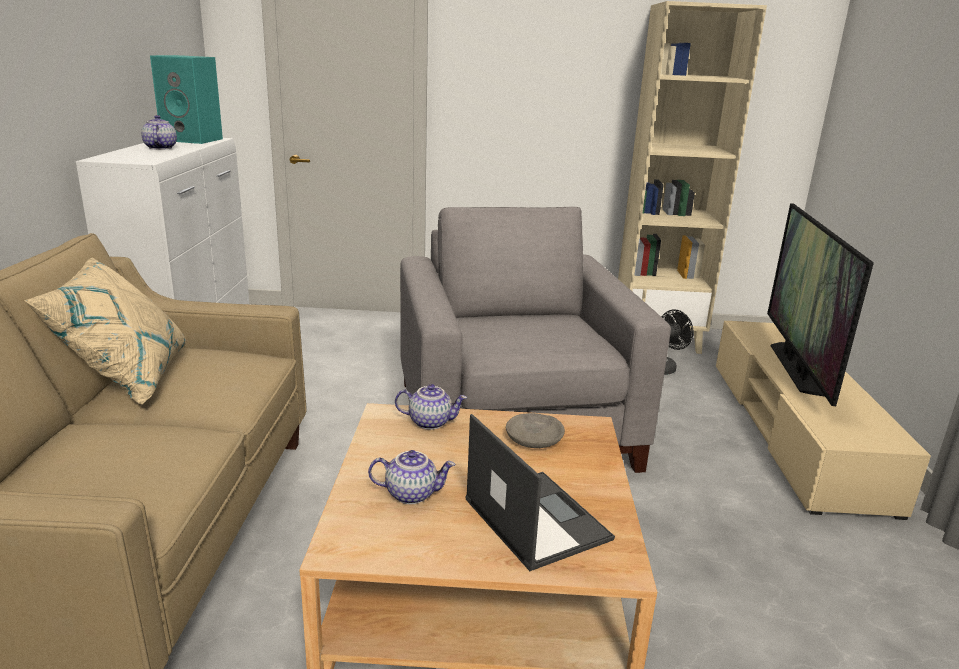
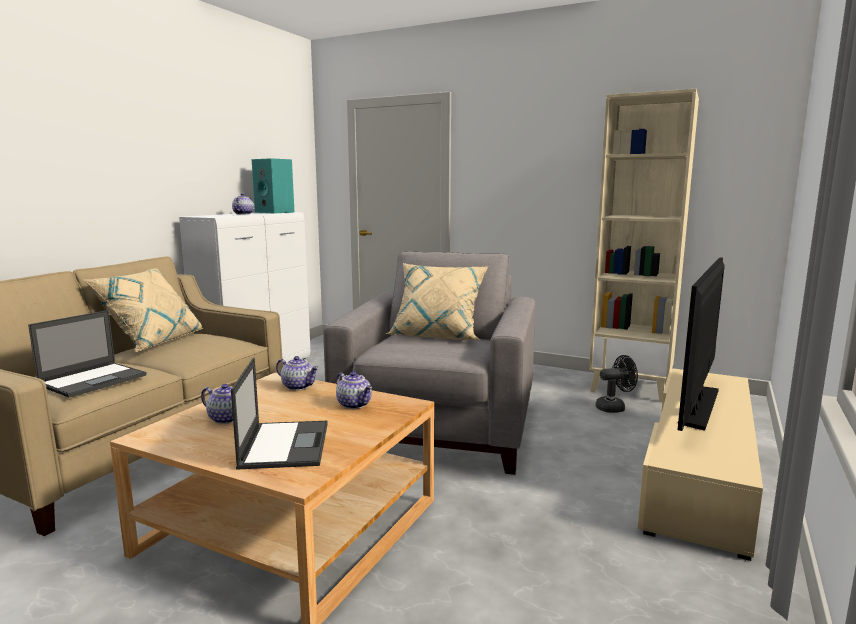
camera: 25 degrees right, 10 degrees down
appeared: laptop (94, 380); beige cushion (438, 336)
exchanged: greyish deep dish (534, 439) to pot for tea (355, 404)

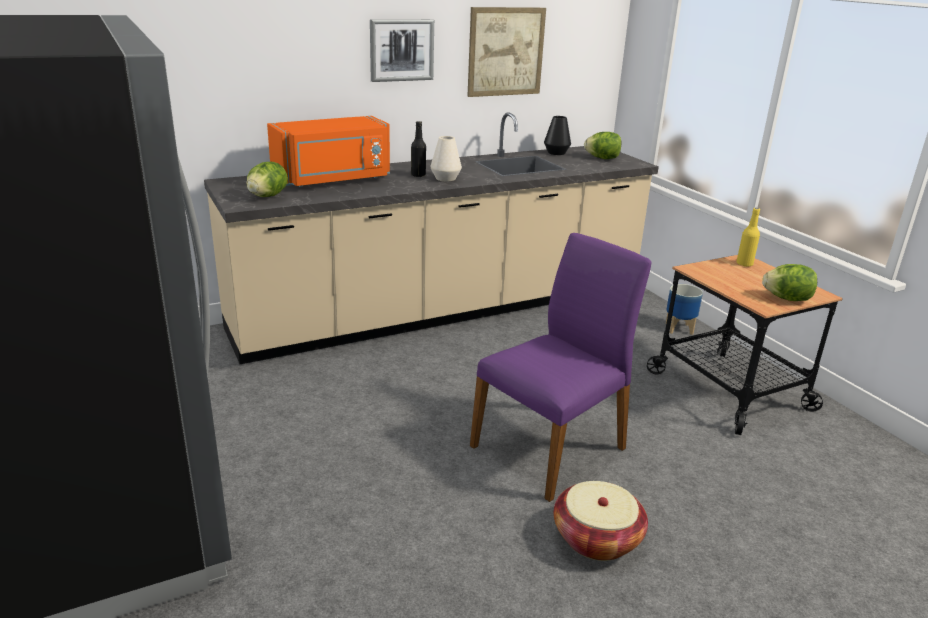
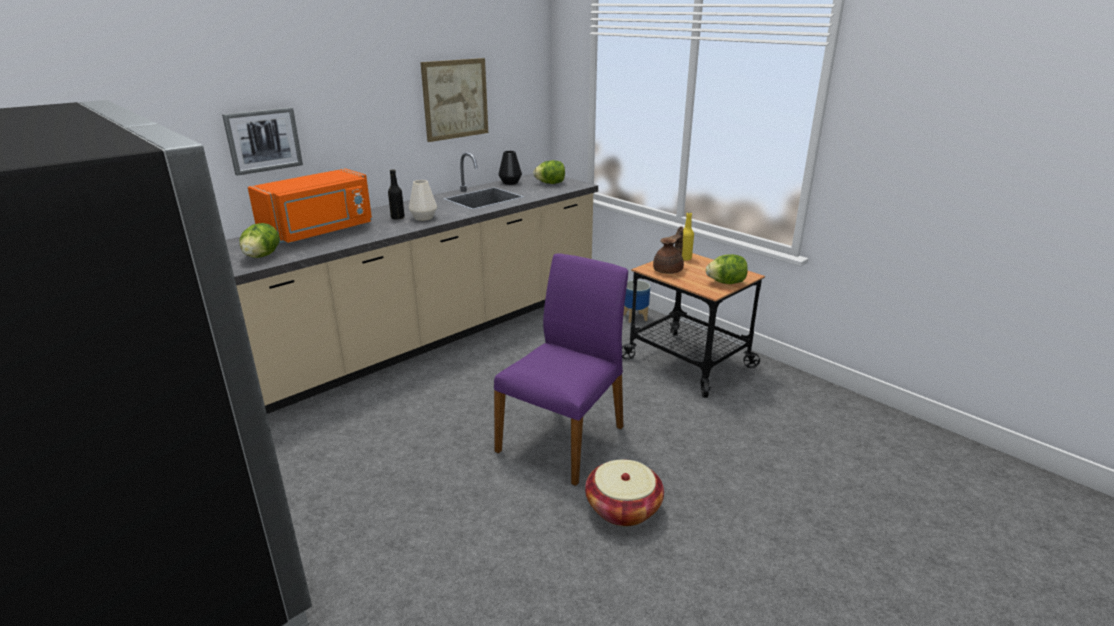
camera: 15 degrees left, 0 degrees up
appeared: brown pot for tea (669, 270)
relocated: wall picture (401, 50) to (263, 140)

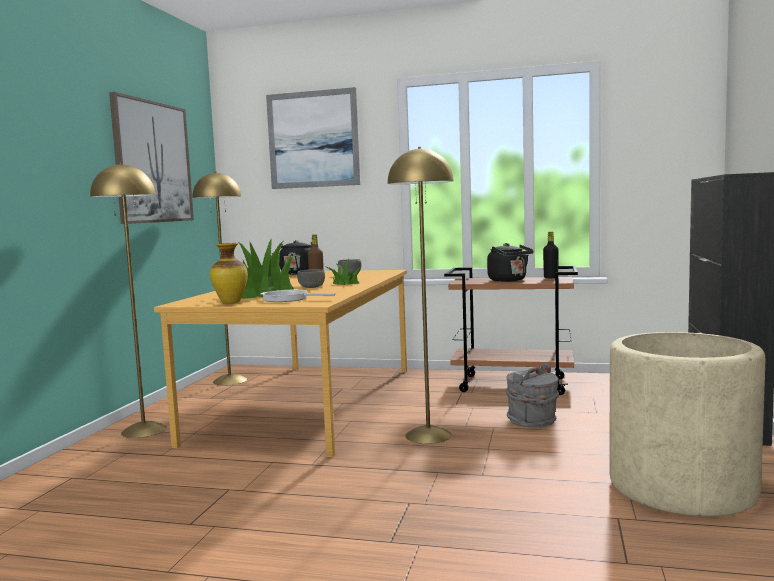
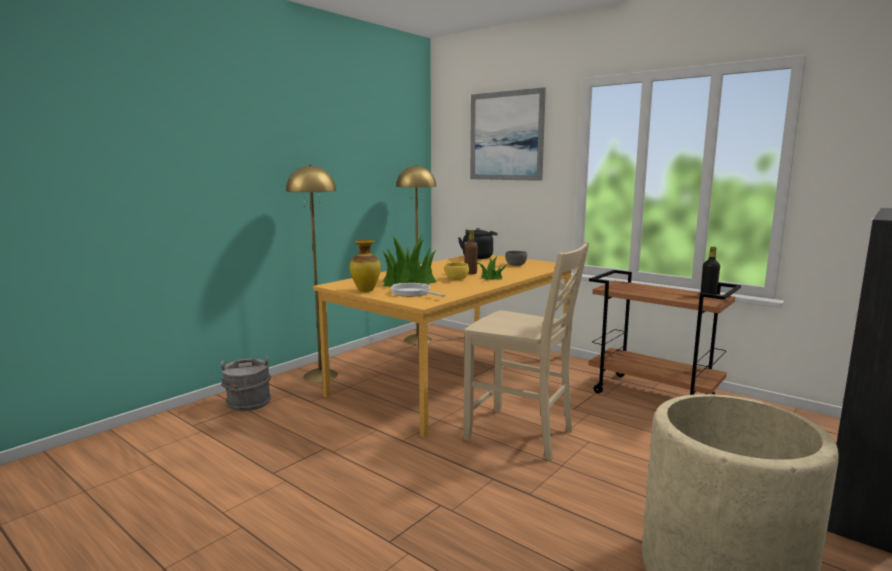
camera: 25 degrees right, 5 degrees up
missing: wall picture (153, 162); black tea kettle (509, 280)
relocated: greyish water bucket (532, 421) to (248, 403)
exchanged: yellowish floor lamp (428, 435) to beige plain chair (521, 435)
colour: greyish deep dish (312, 287) to yellowish deep dish (457, 279)

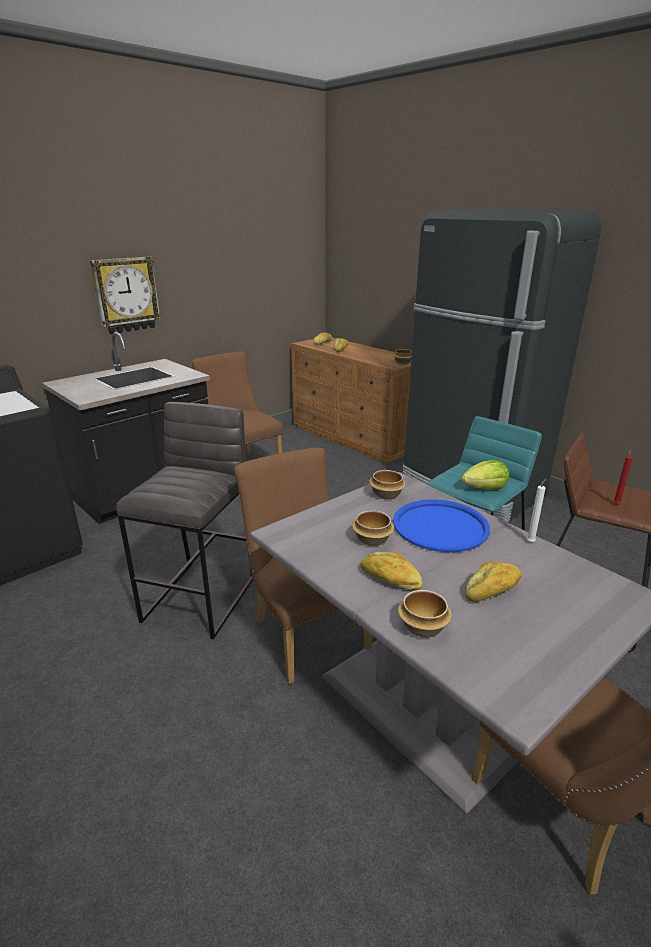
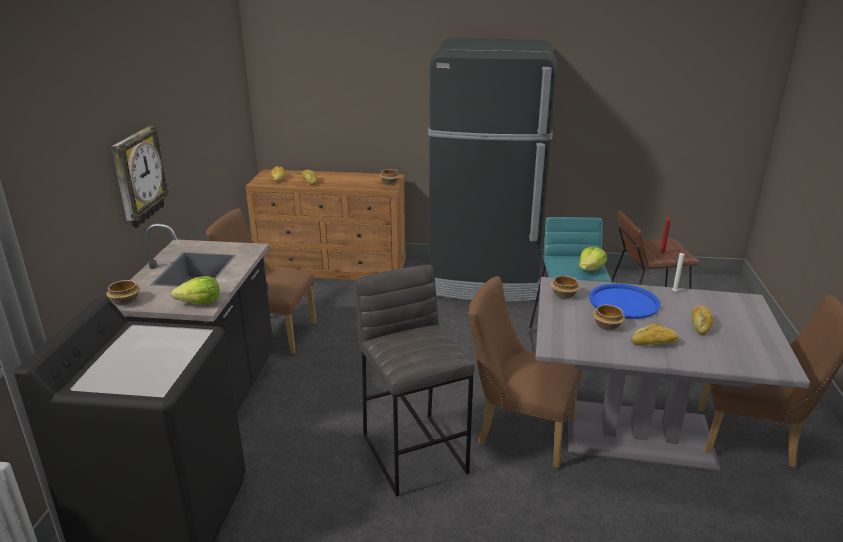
camera: 40 degrees left, 0 degrees up
appeared: head of lettuce (200, 302)
relocated: deep dish (422, 627) to (125, 302)

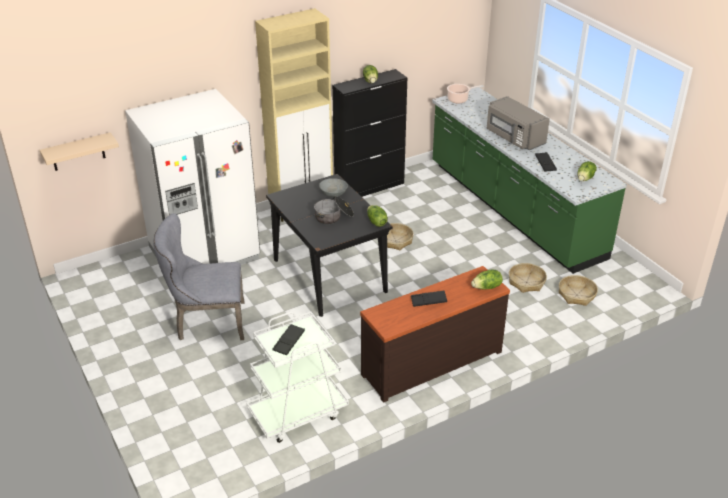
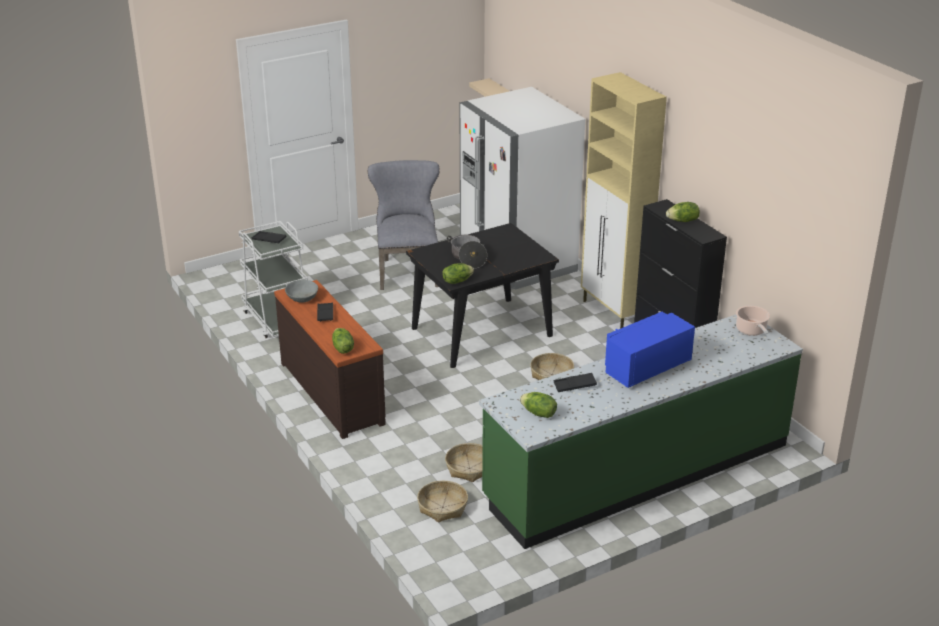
camera: 90 degrees right, 5 degrees down
relocated: greyish deep dish (333, 194) to (302, 298)
colour: greyish microwave oven (514, 137) to blue microwave oven (645, 367)

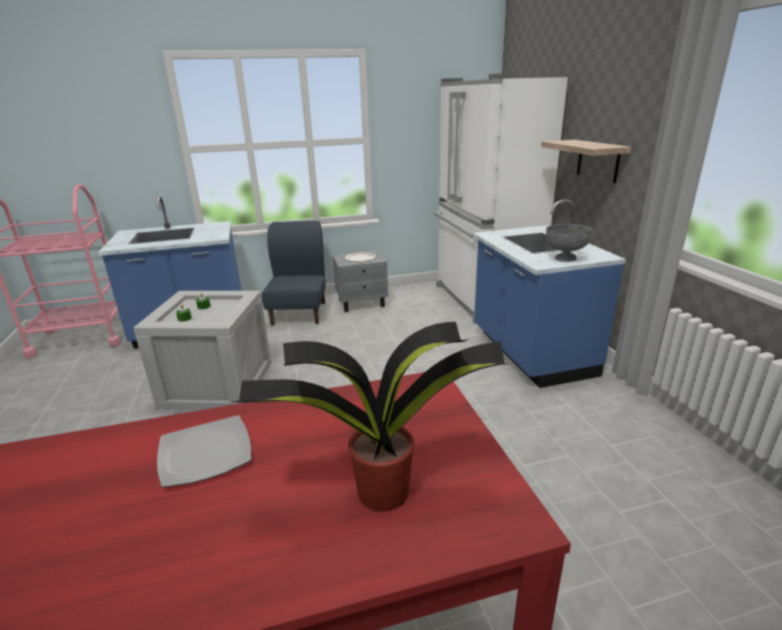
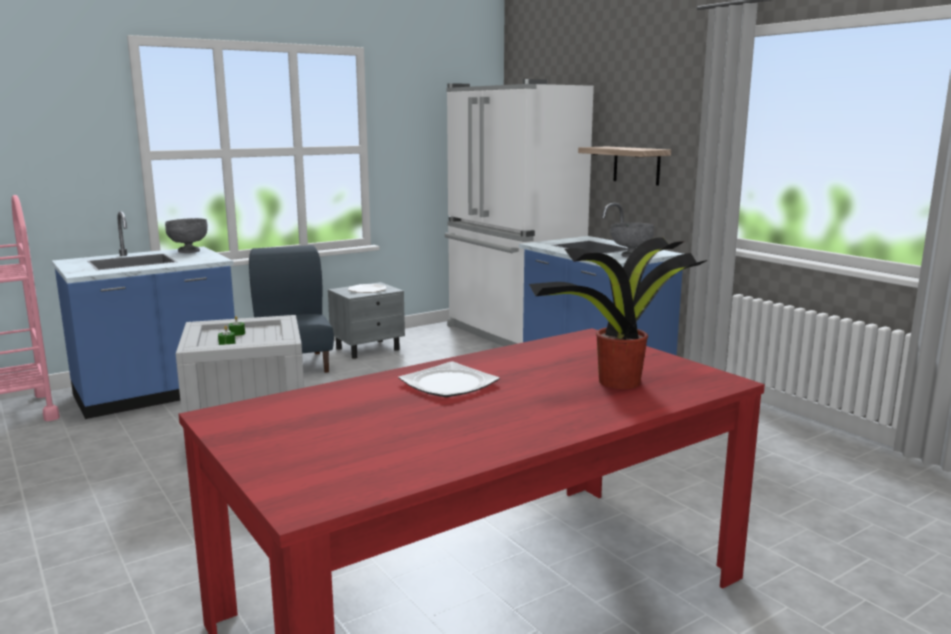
camera: 20 degrees left, 10 degrees down
appeared: greyish deep dish (188, 251)

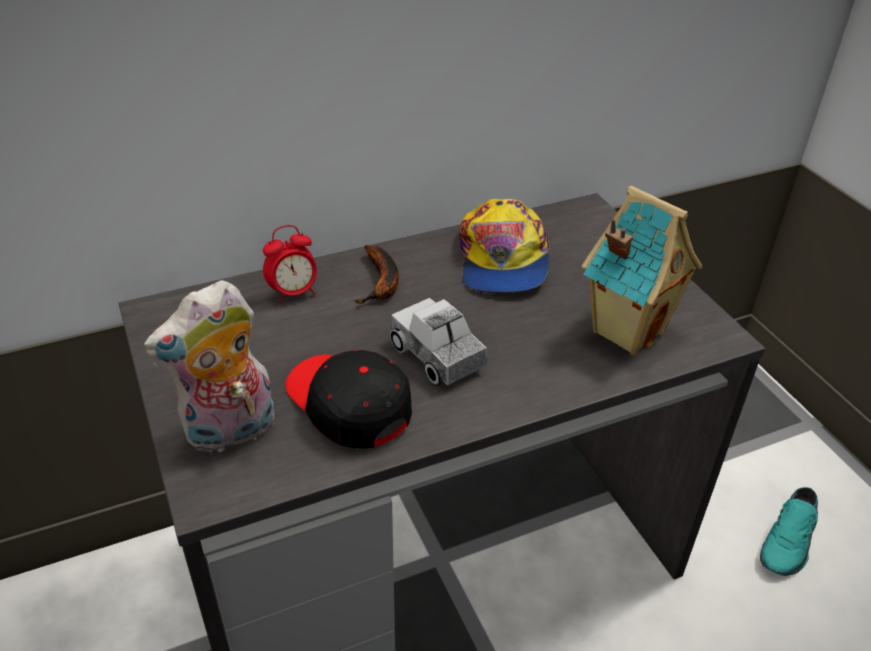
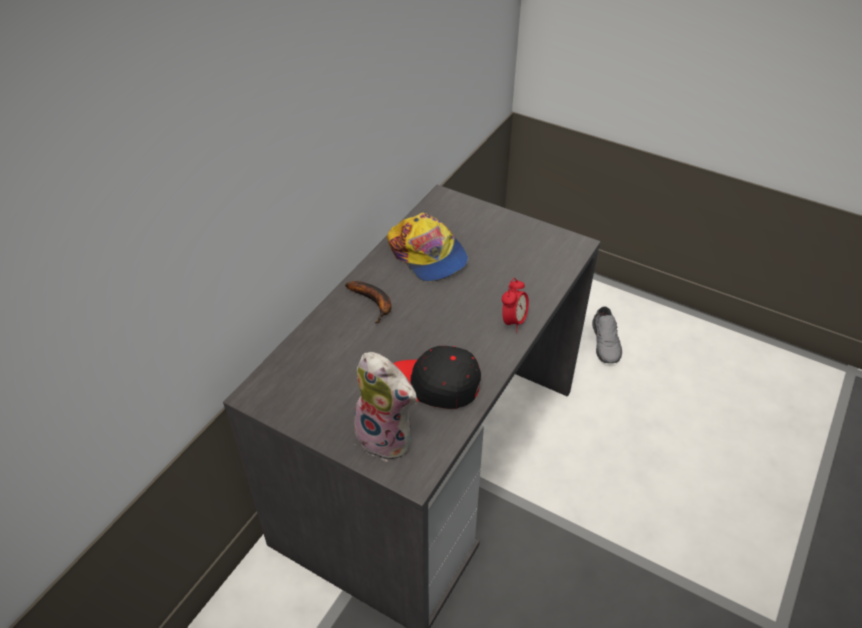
camera: 35 degrees left, 5 degrees up
missing: model truck (437, 356); model house (626, 331)
relocated: table clock (293, 293) to (513, 321)
colour: blue-green item of footwear (789, 542) to greyish item of footwear (606, 342)
spun: soft toy (230, 432) = (388, 437) 75 degrees counterclockwise

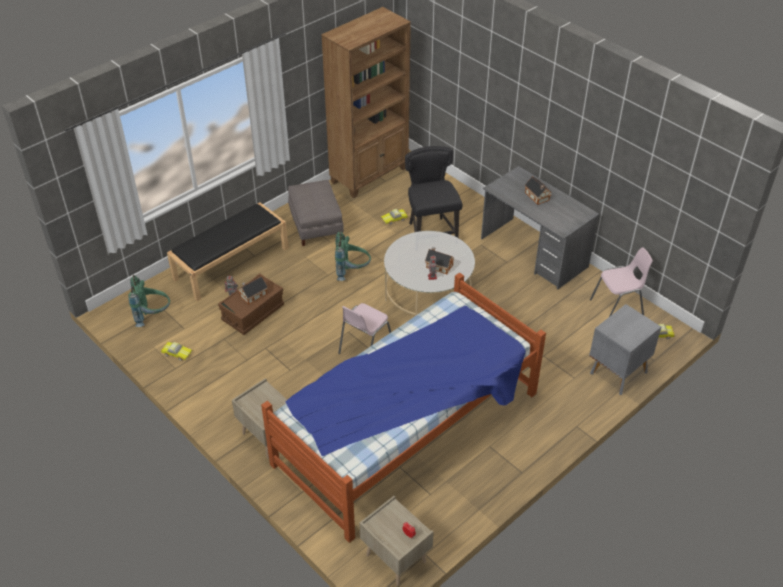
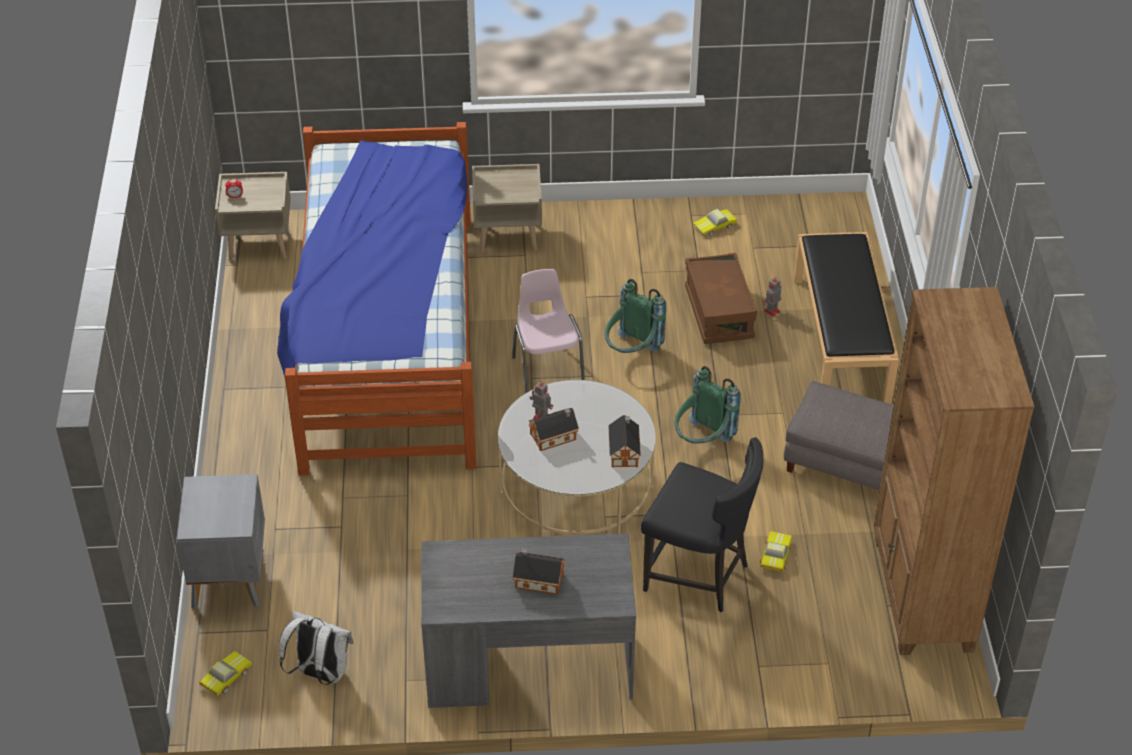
camera: 130 degrees right, 0 degrees up
relocated: greenish knapsack (153, 316) to (631, 353); model house (252, 295) to (624, 451)
exchanged: pink plain chair (617, 307) to white knapsack (320, 673)

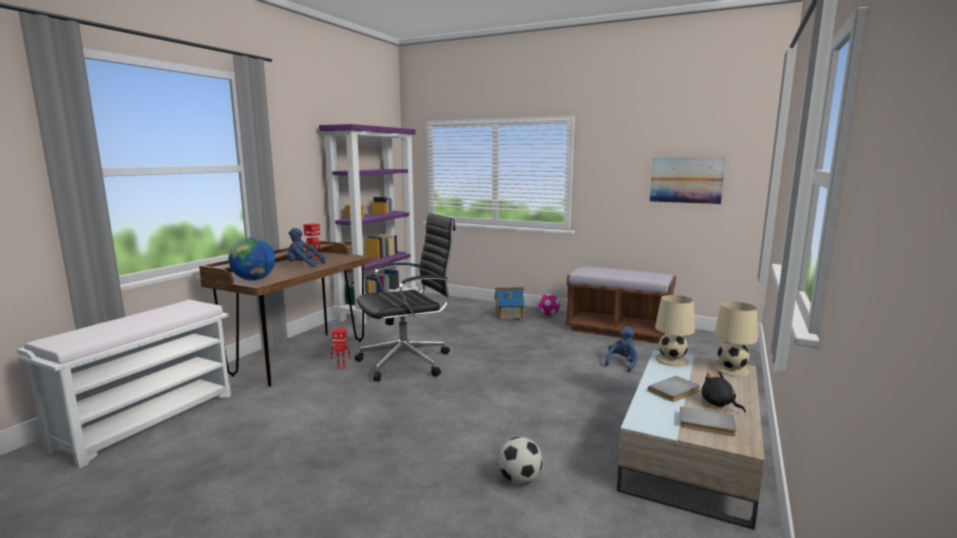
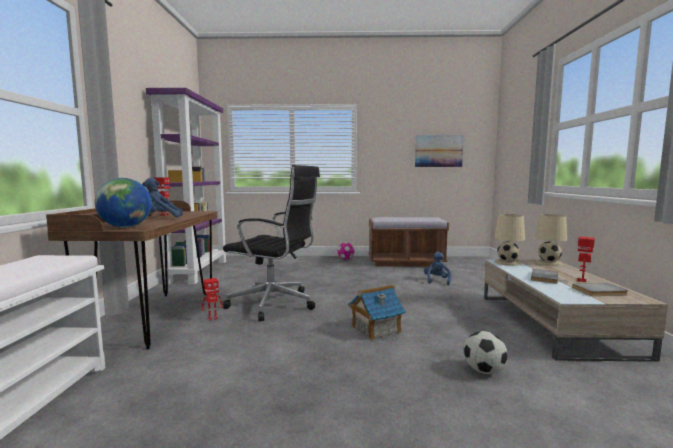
camera: 25 degrees left, 5 degrees down
relocated: model house (508, 315) to (375, 329)
exchanged: black soft toy (719, 404) to toy robot (582, 280)
spun: black desk chair (408, 362) = (274, 304) 75 degrees clockwise

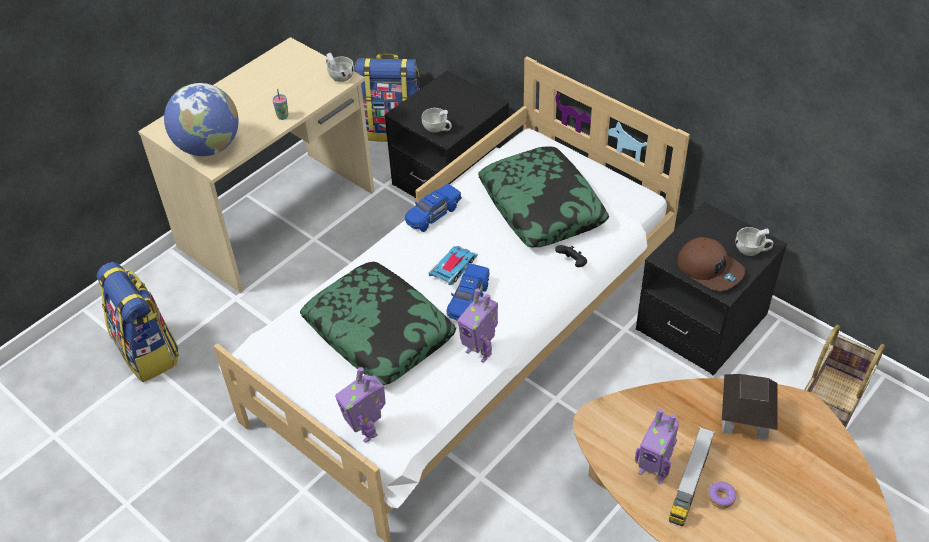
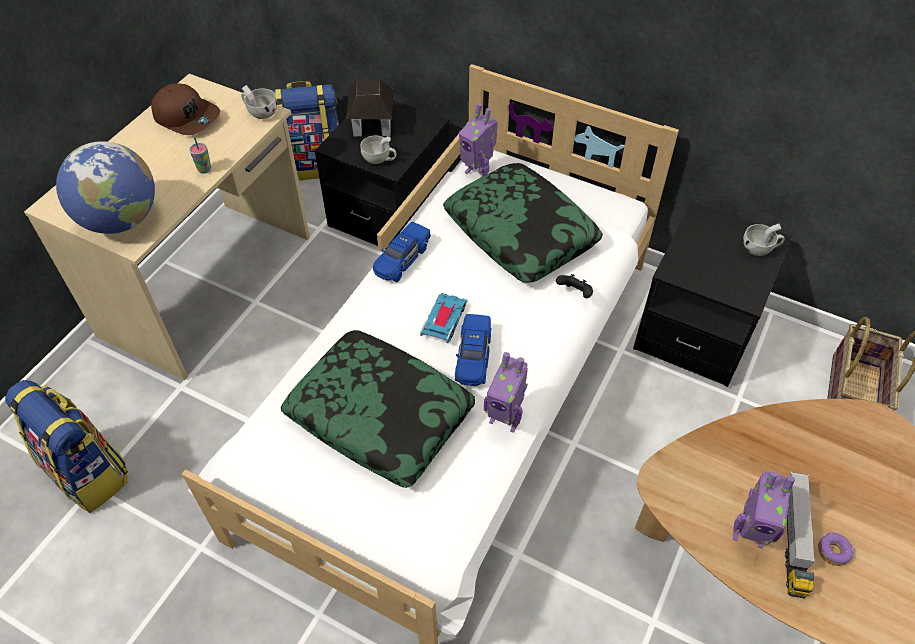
camera: 15 degrees left, 5 degrees up
relocated: toy robot (366, 430) to (477, 173); brown baseball cap (709, 269) to (187, 117); model house (744, 420) to (372, 125)

